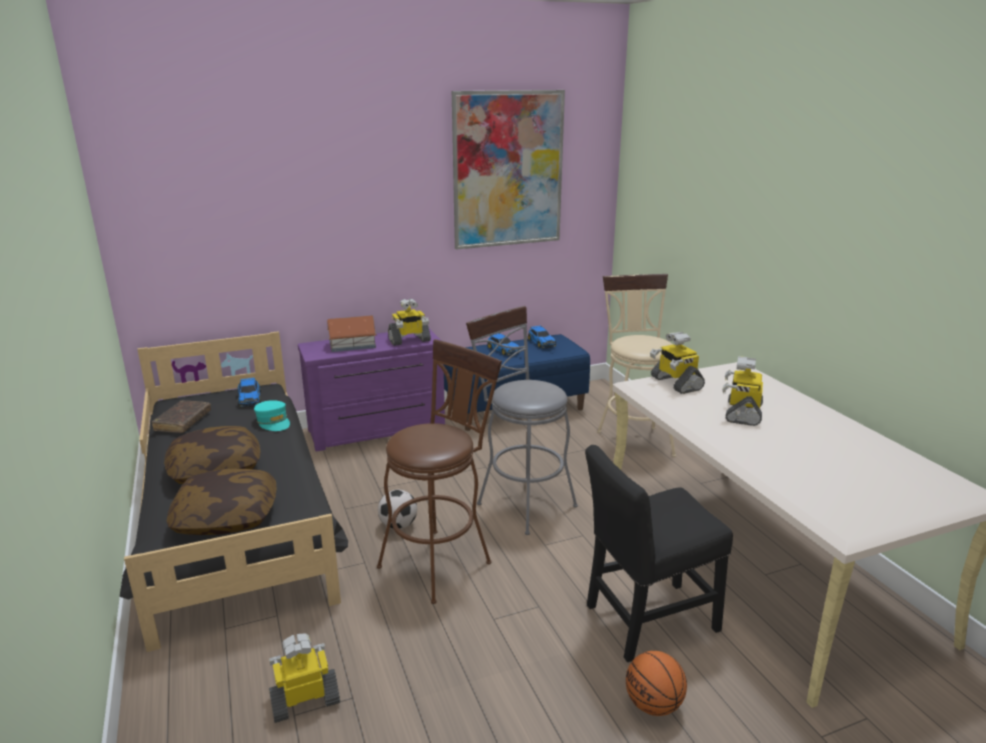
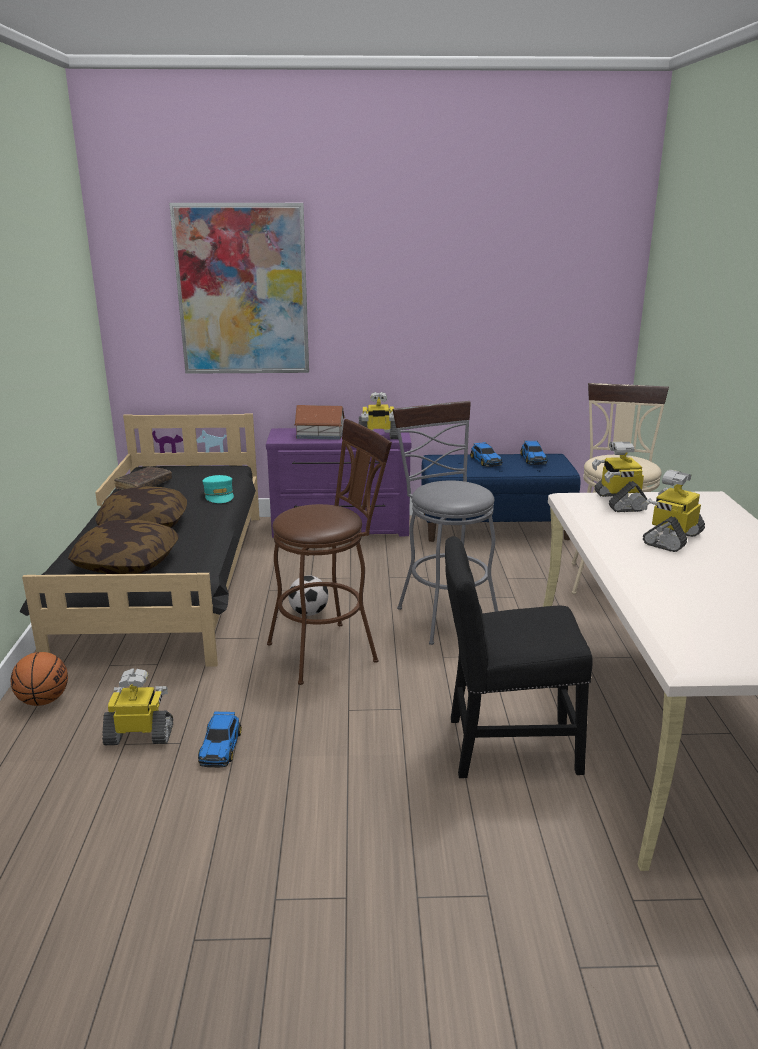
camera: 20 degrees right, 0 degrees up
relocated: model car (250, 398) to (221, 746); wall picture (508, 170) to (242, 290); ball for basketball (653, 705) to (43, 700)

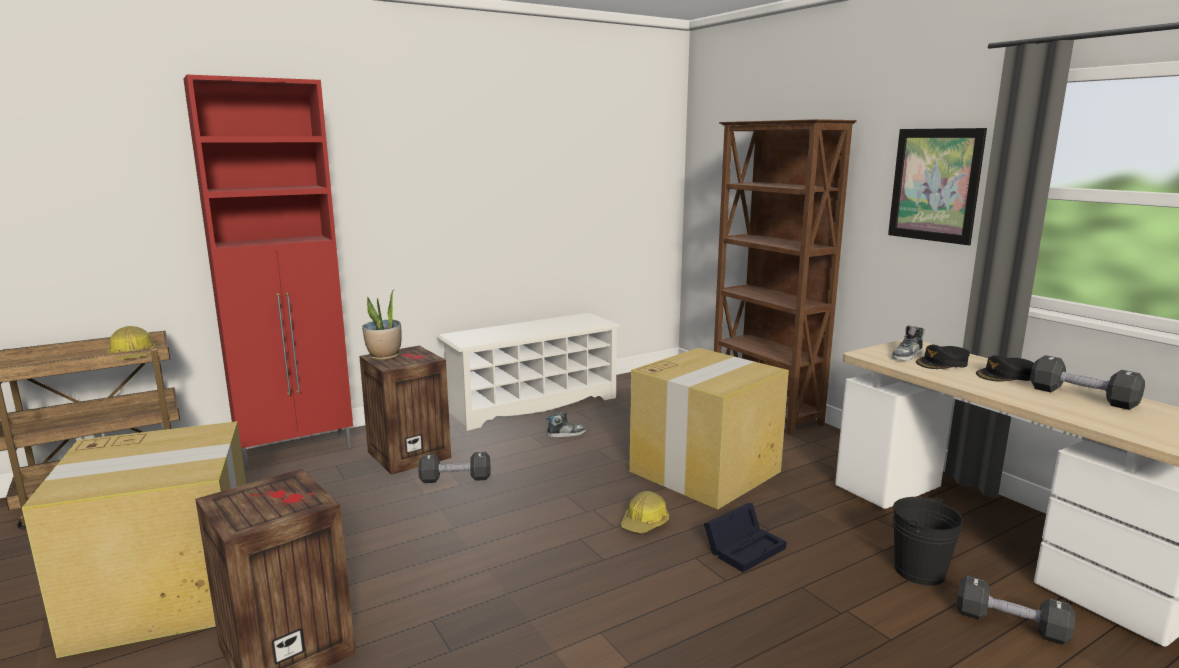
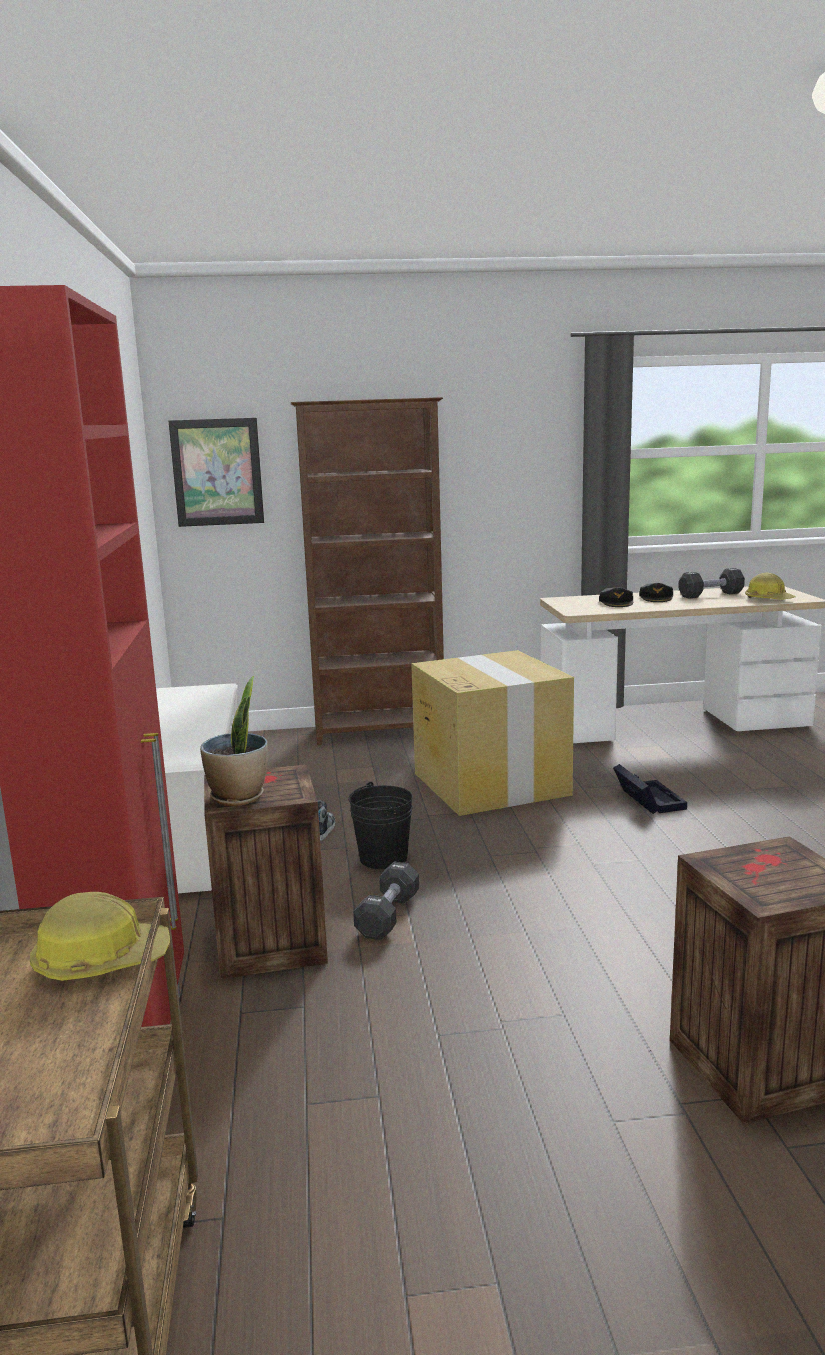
camera: 65 degrees left, 0 degrees up
missing: carton (170, 592); item of footwear (907, 356); black hand weight (1010, 624)
relocated: work helmet (645, 523) to (768, 599); wall picture (935, 185) to (217, 472); black water bucket (919, 571) to (383, 858)

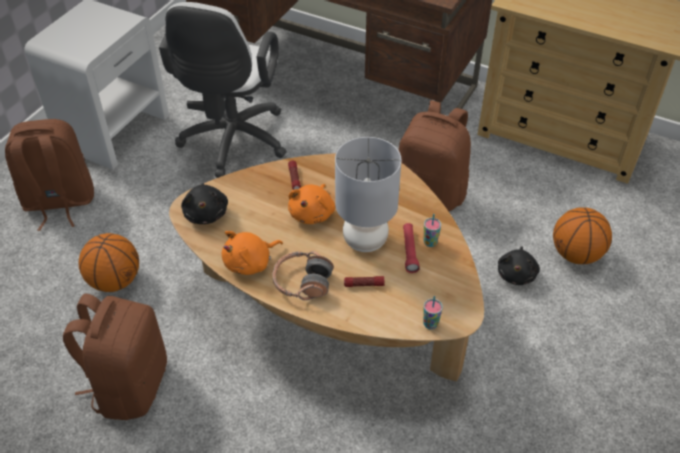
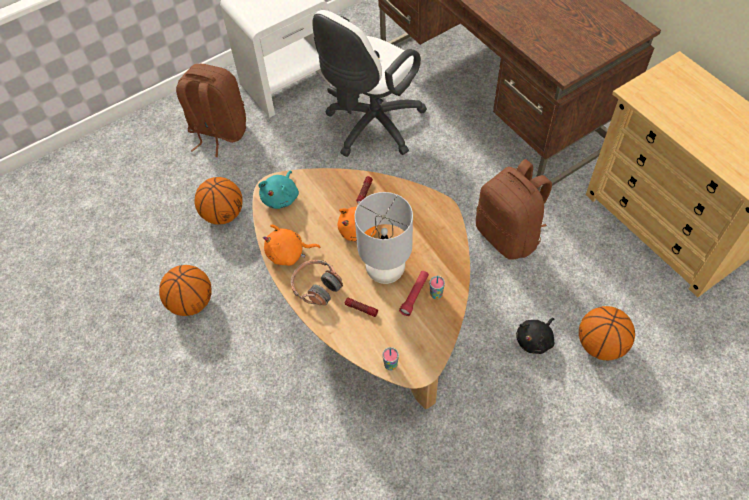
camera: 30 degrees right, 10 degrees up
exchanged: brown knapsack (129, 385) to ball for basketball (191, 302)
colour: black soft toy (206, 213) to blue-green soft toy (281, 197)

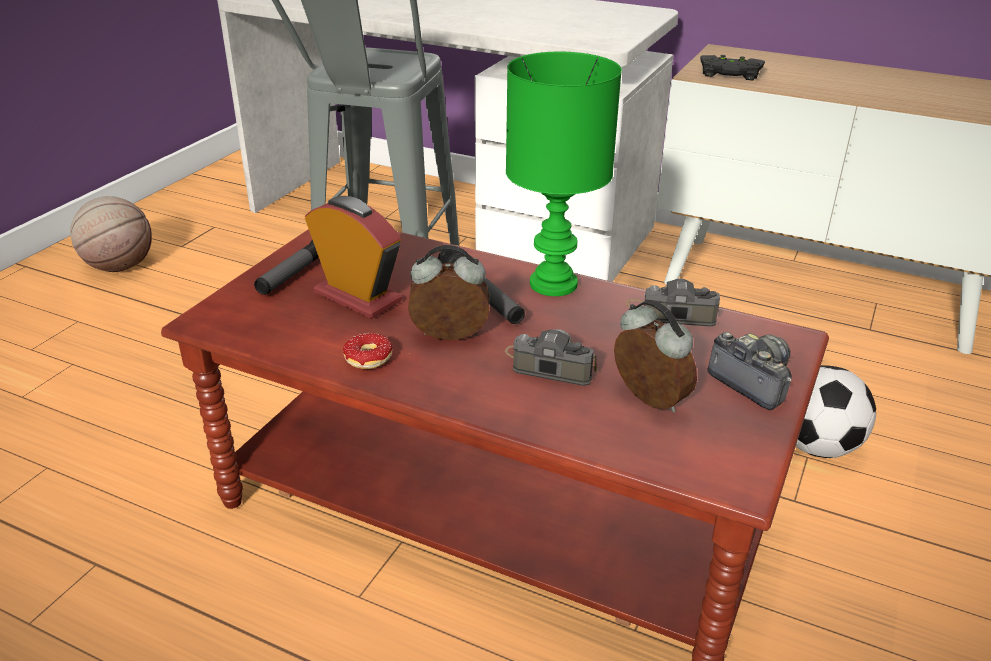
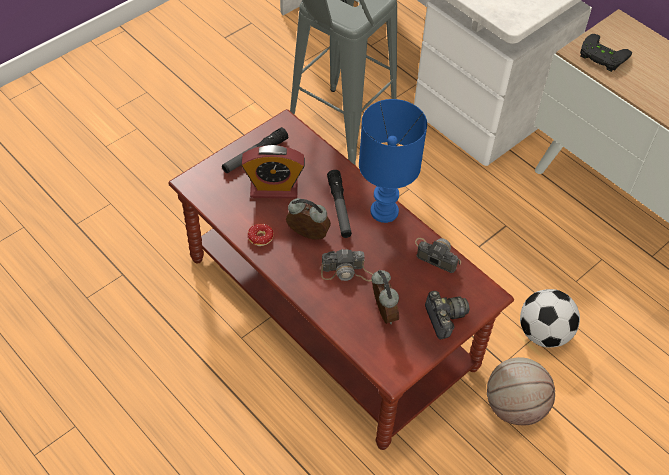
camera: 20 degrees right, 20 degrees up
relocated: ball for basketball (119, 266) to (514, 406)
colour: greenish tabletop lamp (554, 285) to blue tabletop lamp (384, 212)
spun: table clock (357, 297) = (274, 189) 120 degrees clockwise; photo camera (548, 365) = (347, 272) 135 degrees clockwise

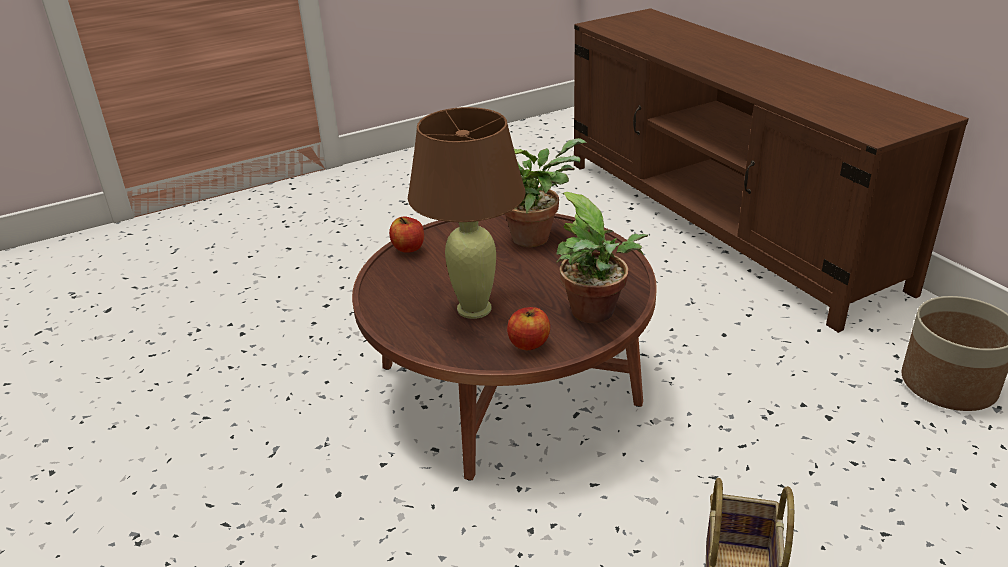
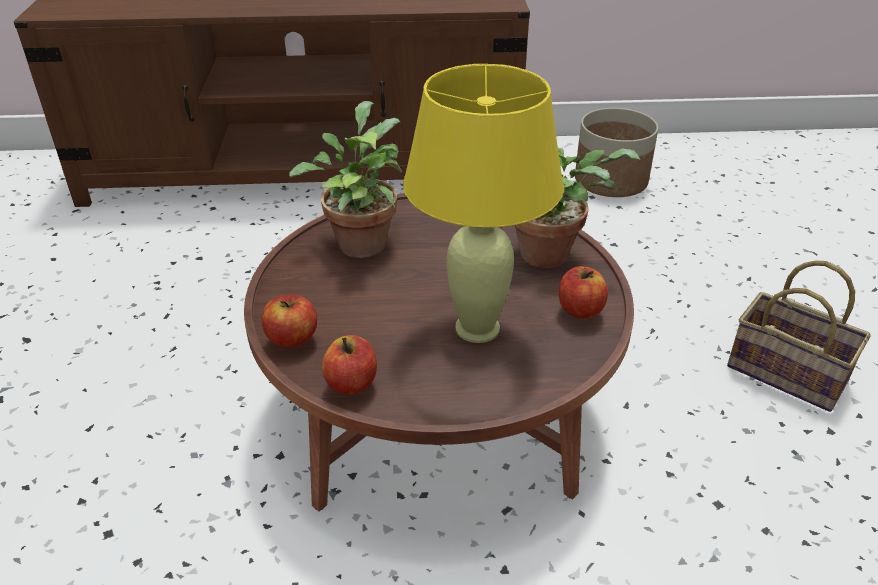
camera: 65 degrees left, 5 degrees up
appeared: apple (351, 383)
colour: brown tabletop lamp (474, 308) to yellowish tabletop lamp (477, 328)

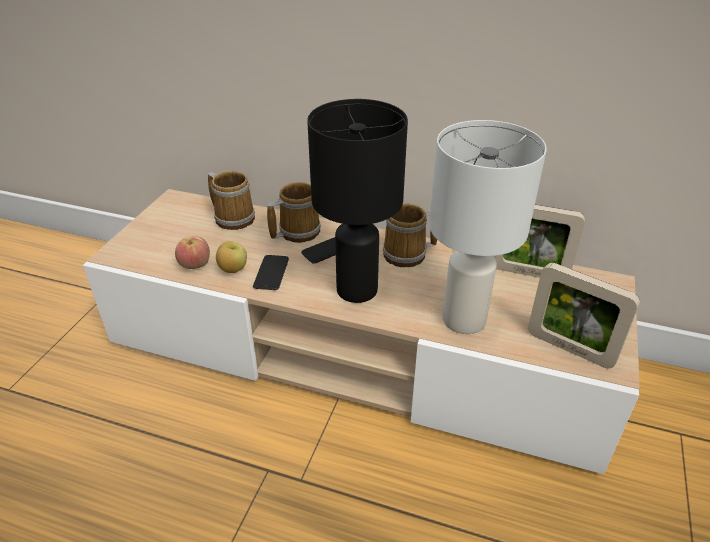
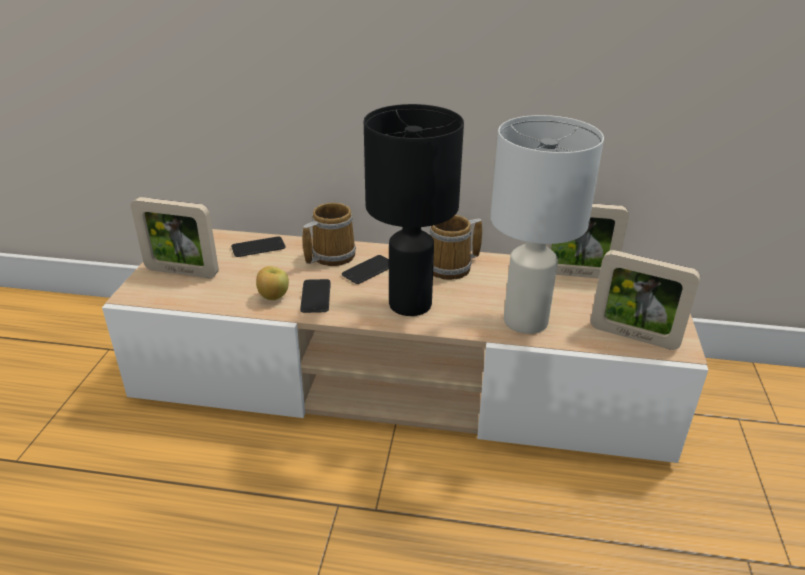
camera: 10 degrees left, 5 degrees down
missing: apple (195, 264)
appeared: standing frame (182, 272)
exchanged: mug (234, 217) to telephone (258, 247)

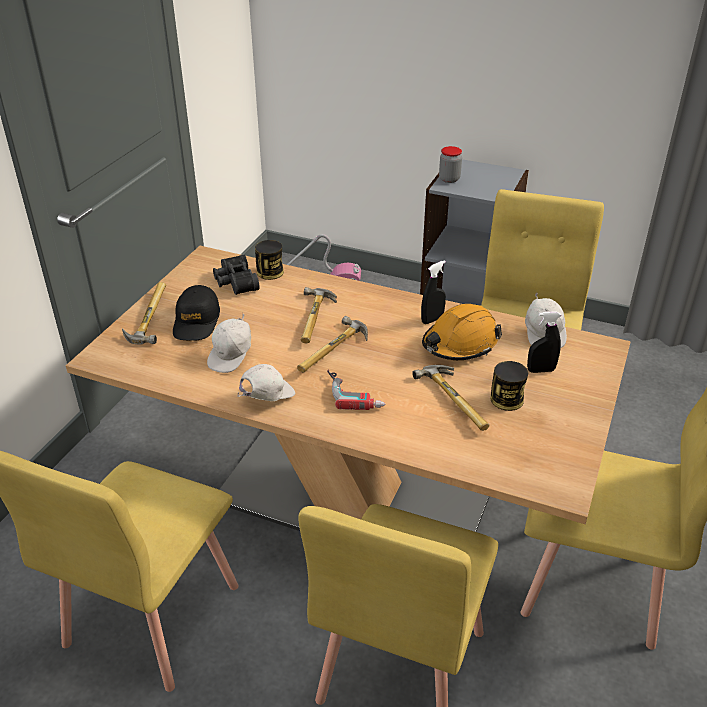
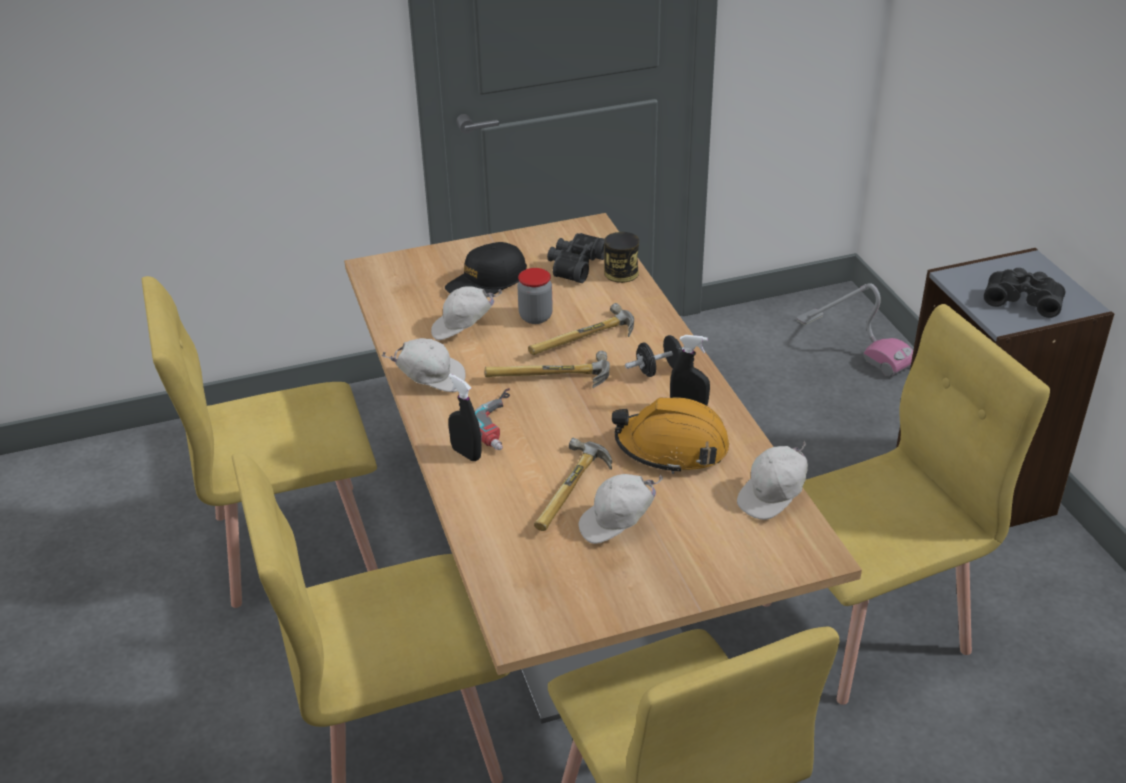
camera: 50 degrees right, 0 degrees up
missing: hammer (146, 317)
appeared: black hand weight (659, 370); black binoculars (1023, 299)
relocated: jar (449, 179) to (535, 317); black spray bottle (540, 370) to (466, 453)
exchanged: sealed can (506, 399) to white baseball cap (618, 524)

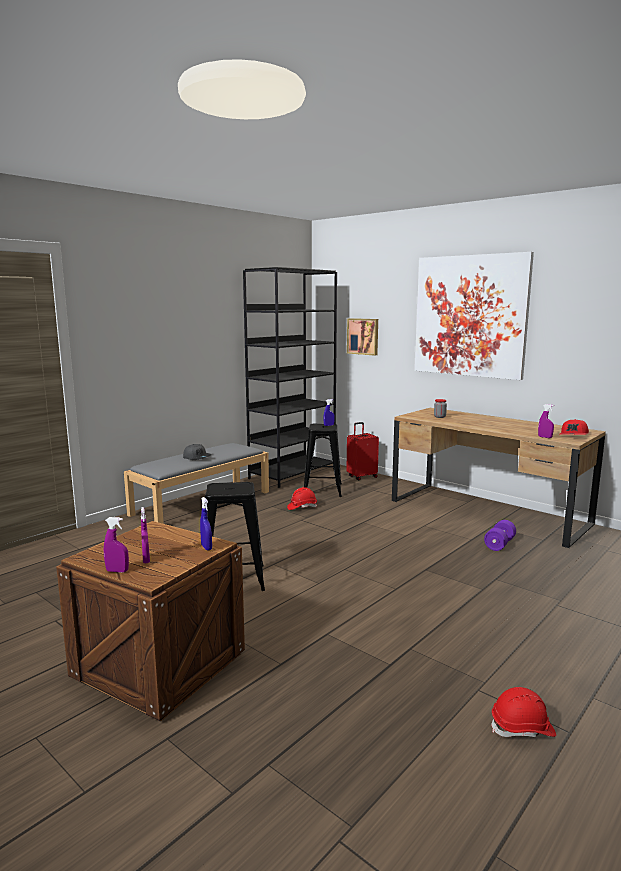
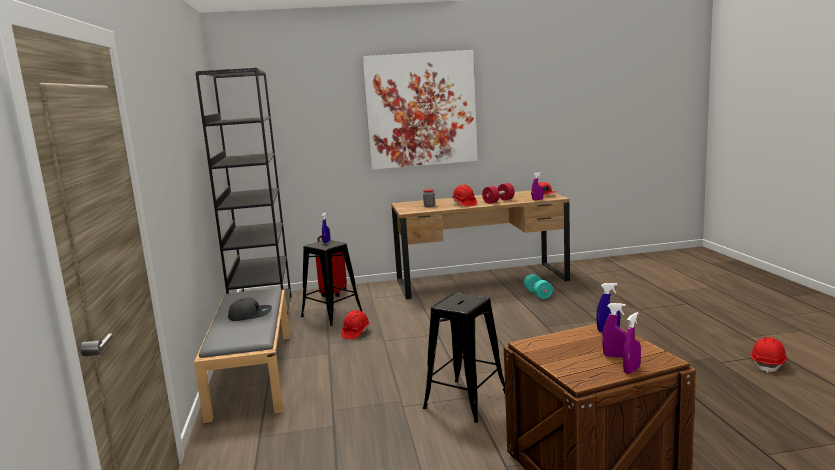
camera: 50 degrees left, 0 degrees up
missing: wall picture (363, 336)
appeared: red-coloured work helmet (464, 204); red-coloured hand weight (498, 201)
colour: purple hand weight (499, 544) to blue-green hand weight (538, 294)

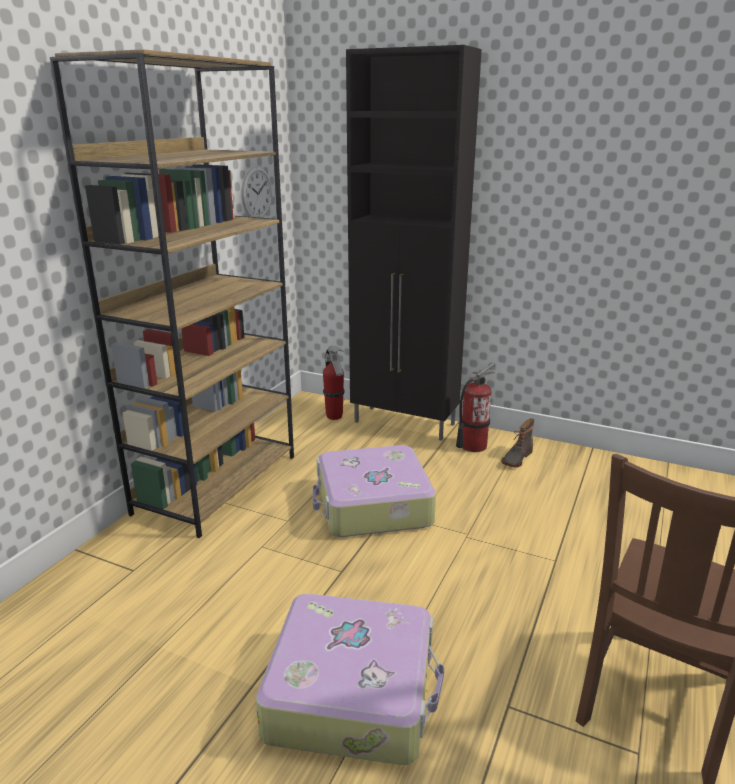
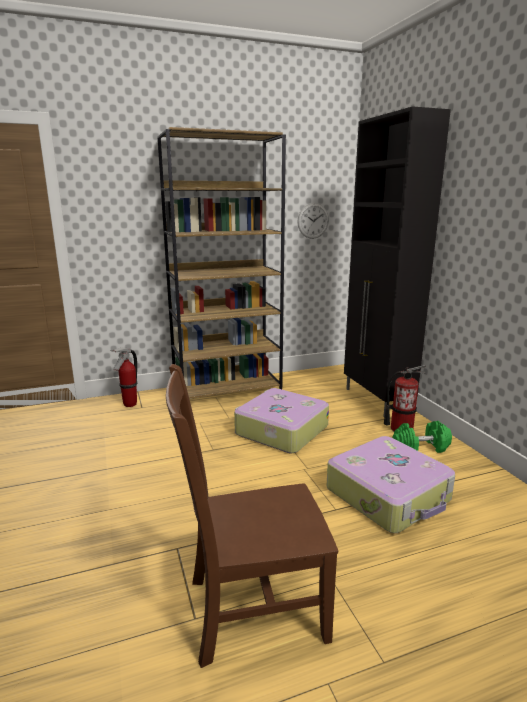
camera: 45 degrees right, 5 degrees down
relocated: suitcase (353, 691) to (389, 495); extinguisher (334, 417) to (129, 404)
exchanged: boot (516, 458) to greenish hand weight (421, 448)

